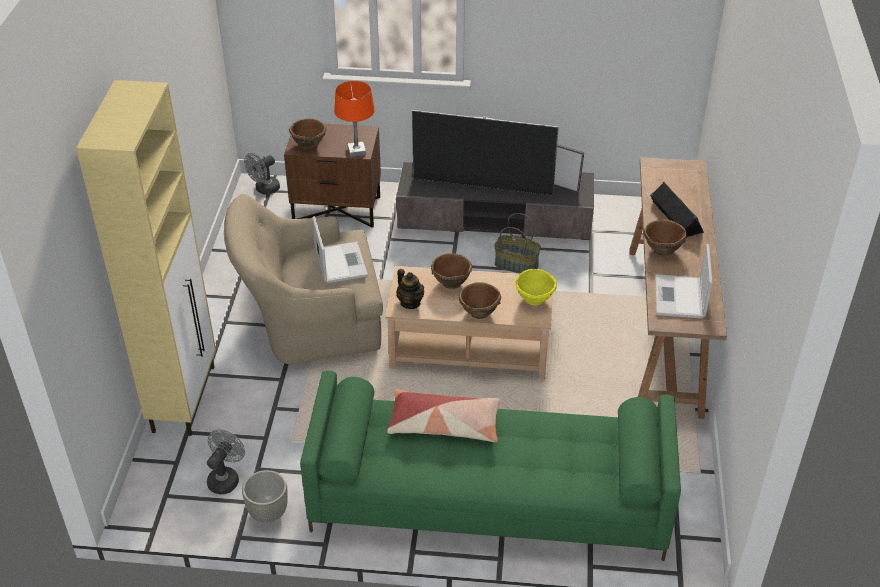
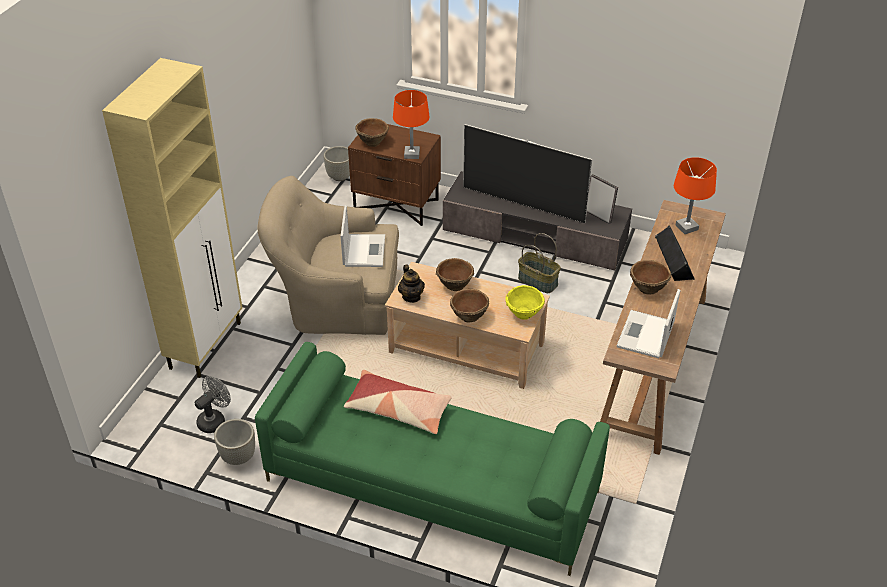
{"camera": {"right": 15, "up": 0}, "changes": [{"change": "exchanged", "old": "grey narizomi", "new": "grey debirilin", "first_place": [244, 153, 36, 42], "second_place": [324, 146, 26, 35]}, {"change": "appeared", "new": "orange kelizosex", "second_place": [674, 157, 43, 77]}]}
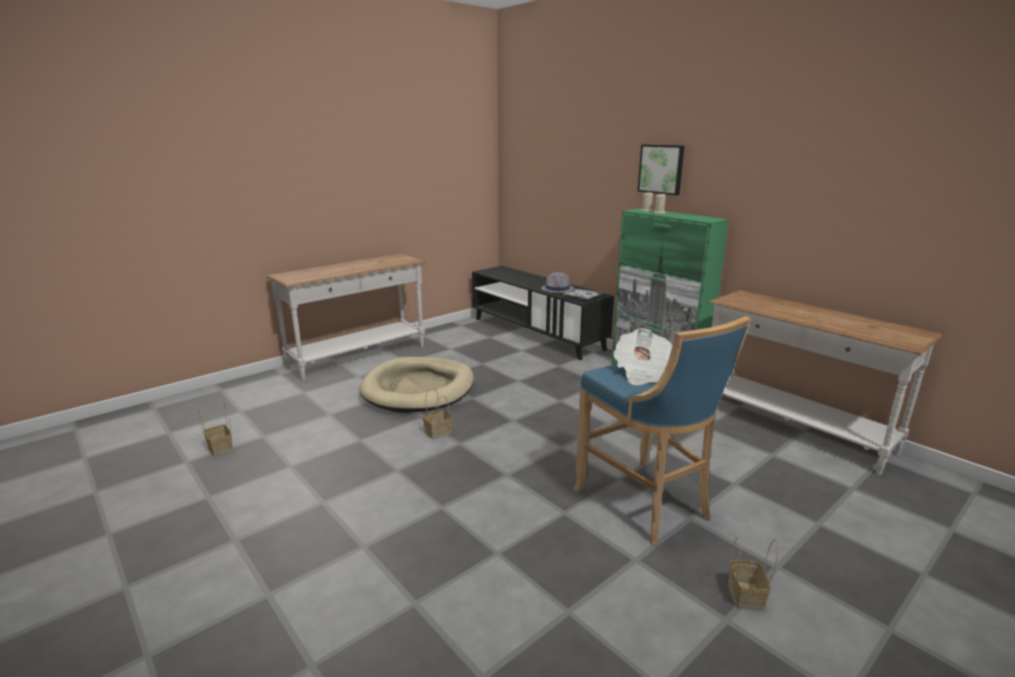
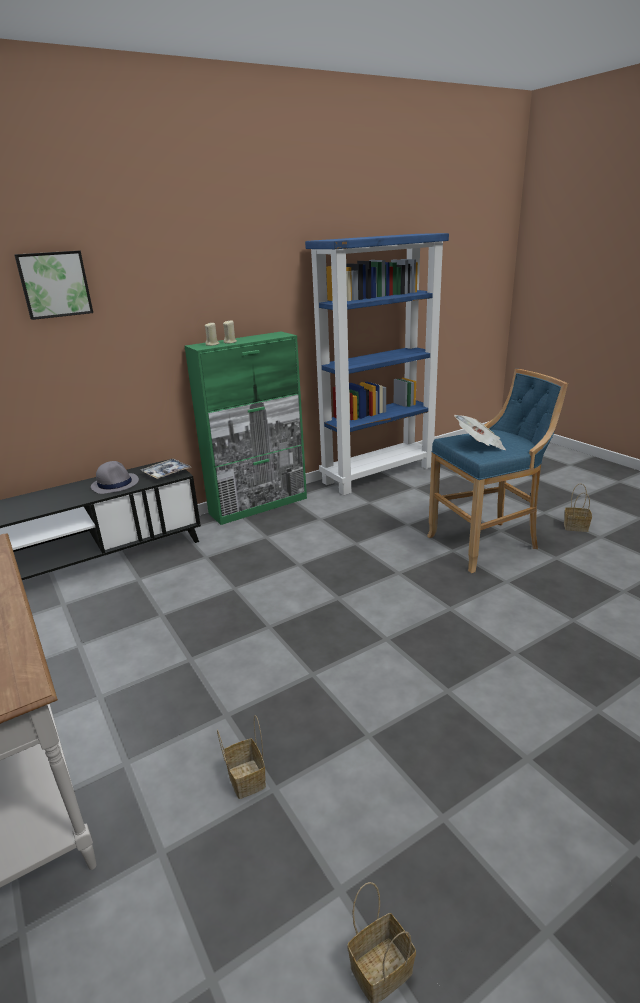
{"camera": {"right": -80, "up": 5}, "changes": [{"change": "relocated", "old": "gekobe", "first_place": [638, 144, 46, 51], "second_place": [14, 251, 79, 69]}, {"change": "relocated", "old": "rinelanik", "first_place": [423, 387, 30, 52], "second_place": [217, 715, 49, 84]}, {"change": "exchanged", "old": "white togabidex", "new": "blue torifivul", "first_place": [708, 290, 235, 186], "second_place": [305, 233, 144, 262]}, {"change": "missing", "old": "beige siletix", "first_place": [359, 357, 115, 56]}]}
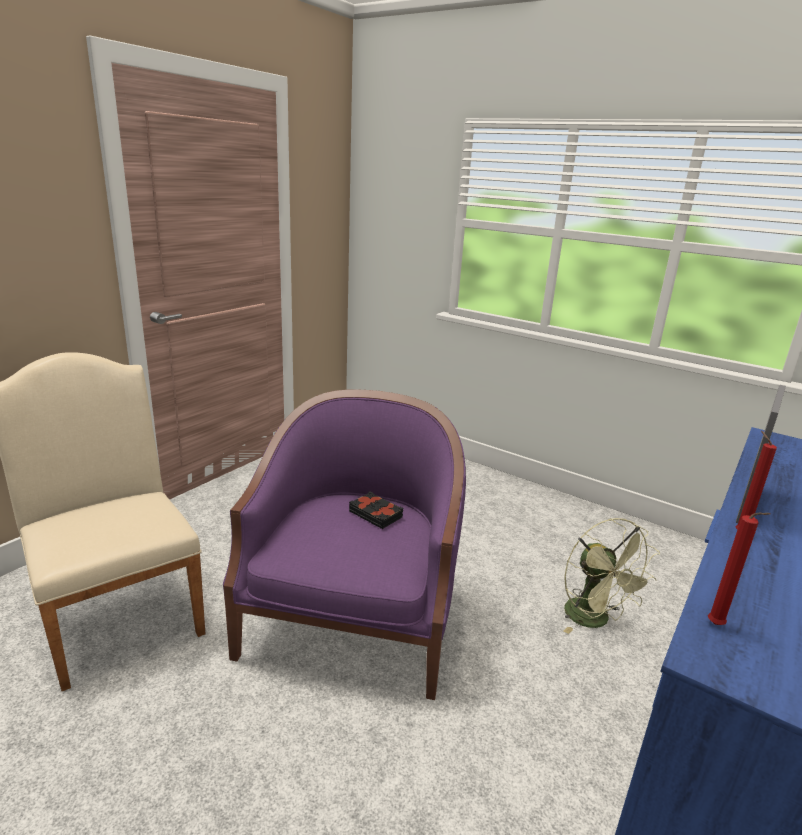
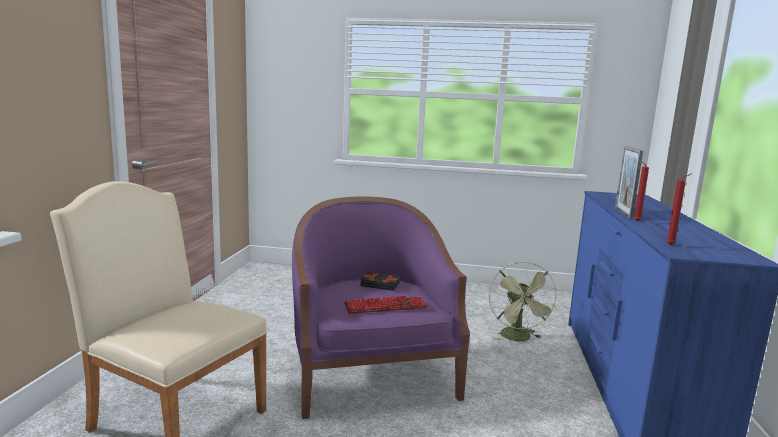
{"camera": {"right": -25, "up": -10}, "changes": [{"change": "appeared", "new": "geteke", "second_place": [344, 296, 83, 18]}, {"change": "spun", "old": "green narizomi", "first_place": [564, 518, 96, 116], "second_place": [488, 261, 71, 80], "degrees": 45}]}
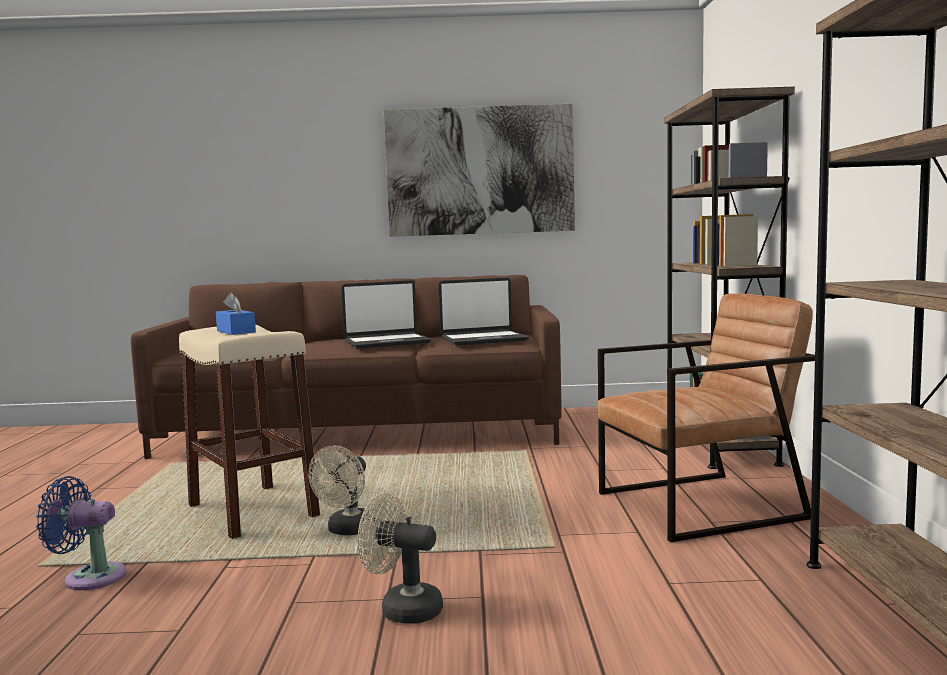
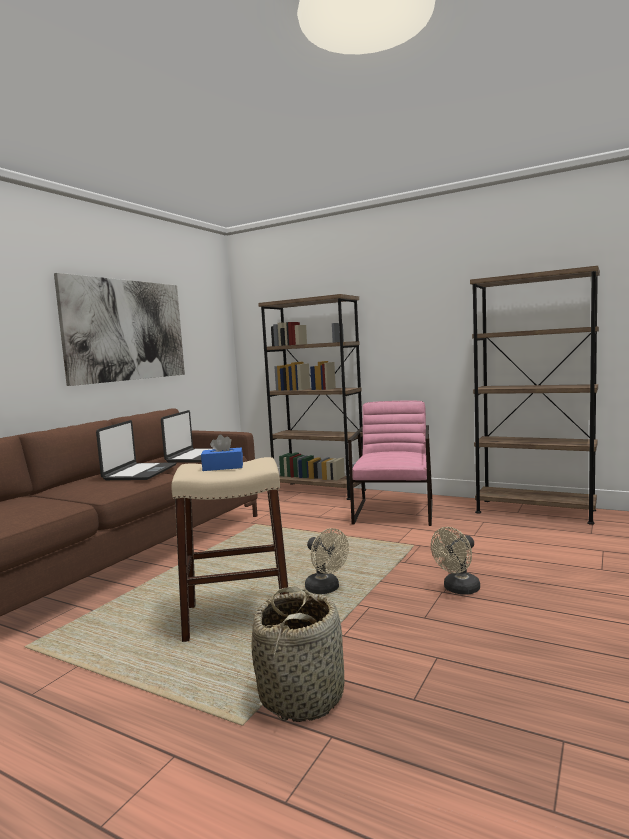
{"camera": {"right": -60, "up": 0}, "changes": [{"change": "exchanged", "old": "blue narizomi", "new": "rinelanik", "first_place": [36, 476, 91, 114], "second_place": [252, 586, 92, 136]}, {"change": "colour", "old": "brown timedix", "new": "pink timedix", "first_place": [598, 293, 217, 249], "second_place": [348, 400, 85, 126]}]}
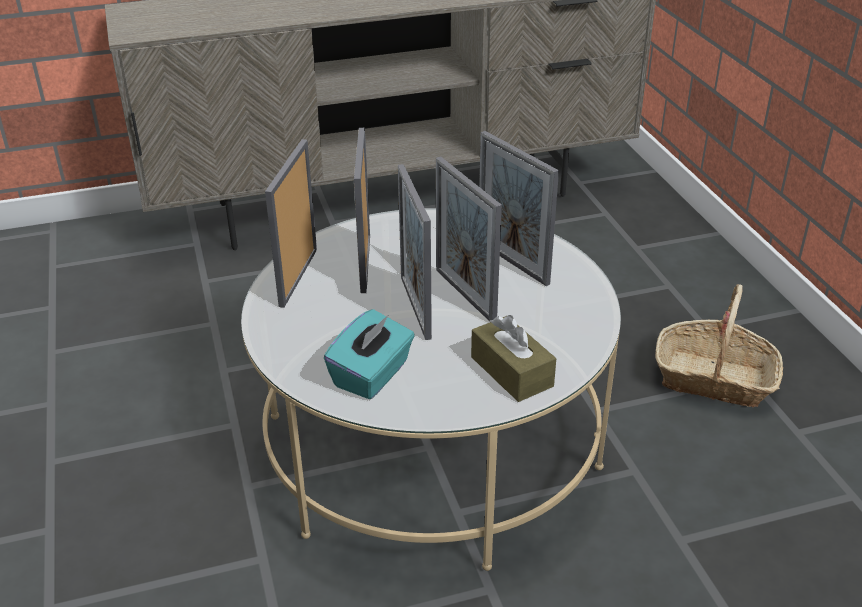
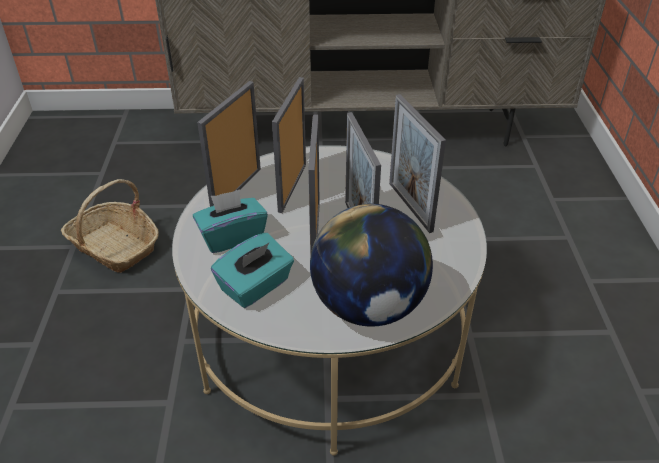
{"camera": {"right": 15, "up": 5}, "changes": [{"change": "relocated", "old": "rinelanik", "first_place": [656, 284, 127, 123], "second_place": [61, 179, 97, 94]}, {"change": "appeared", "new": "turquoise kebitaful", "second_place": [193, 189, 75, 64]}, {"change": "exchanged", "old": "brown kebitaful", "new": "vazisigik", "first_place": [471, 315, 85, 87], "second_place": [310, 204, 123, 123]}]}
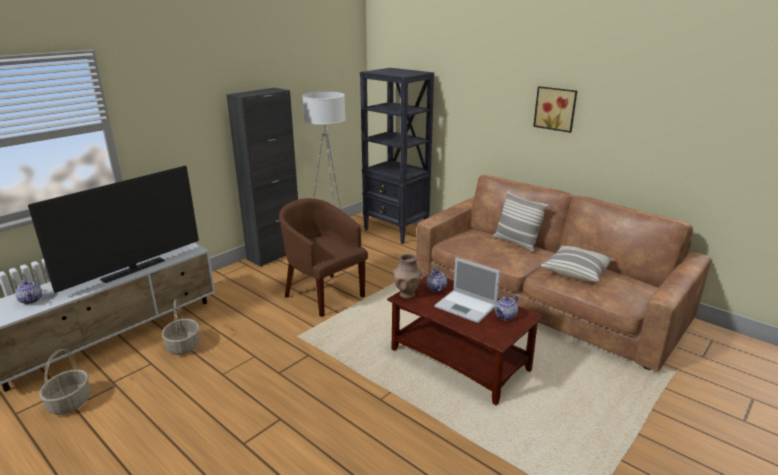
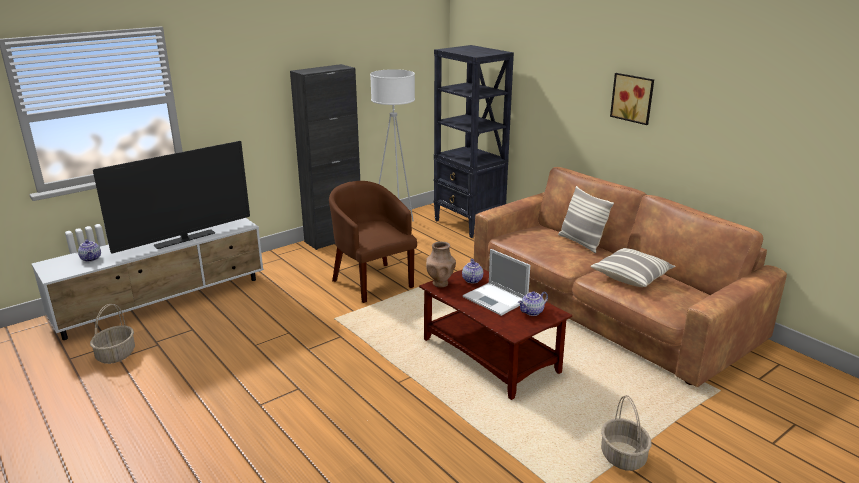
{"camera": {"right": 10, "up": 0}, "changes": [{"change": "relocated", "old": "rinelanik", "first_place": [162, 299, 38, 56], "second_place": [601, 395, 50, 76]}]}
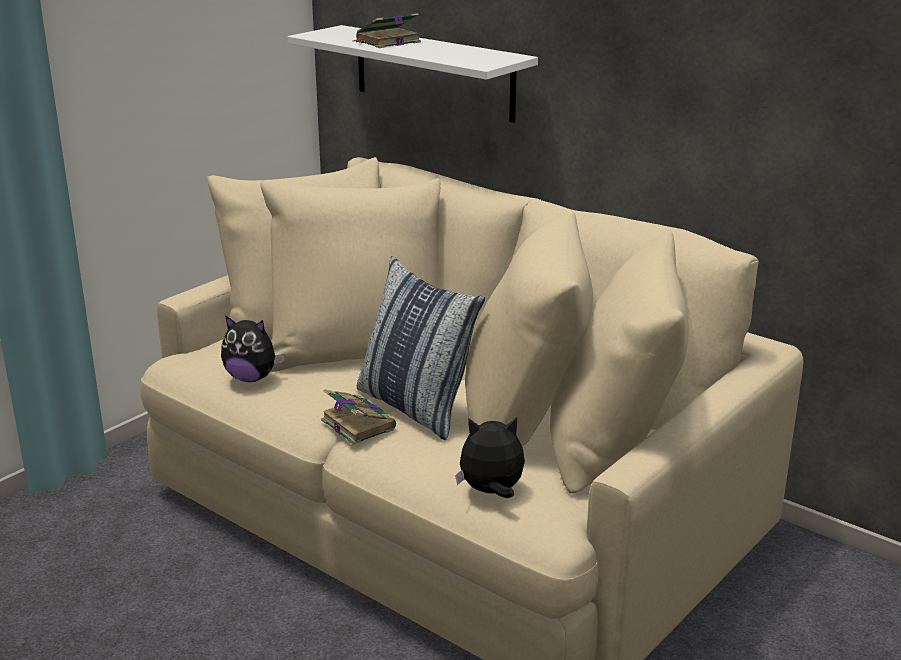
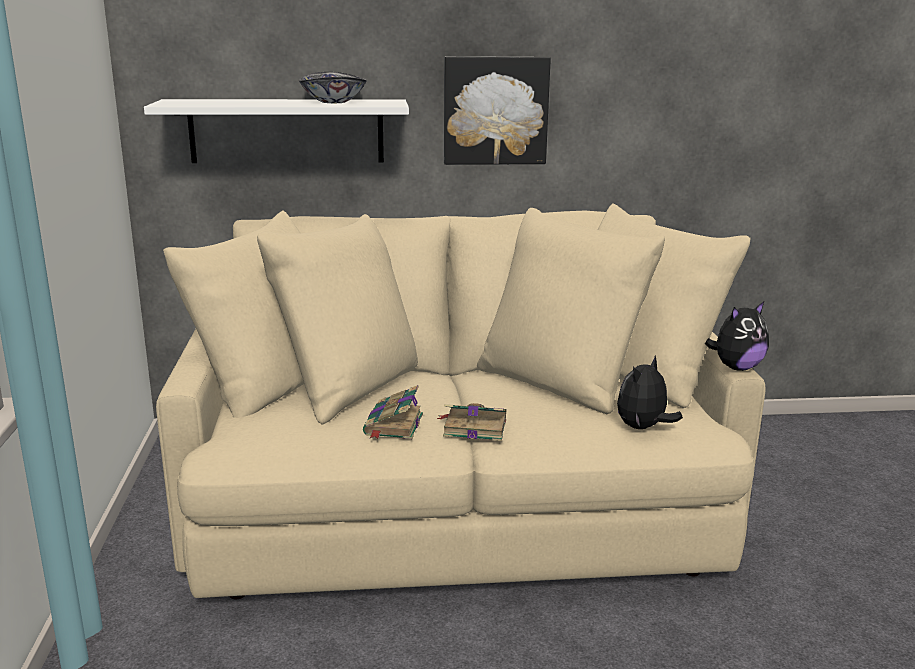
{"camera": {"right": -45, "up": -5}, "changes": [{"change": "appeared", "new": "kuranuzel", "second_place": [299, 72, 68, 31]}, {"change": "relocated", "old": "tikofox", "first_place": [353, 13, 68, 35], "second_place": [363, 385, 60, 54]}, {"change": "appeared", "new": "gekobe", "second_place": [444, 56, 107, 109]}, {"change": "relocated", "old": "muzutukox", "first_place": [221, 315, 63, 67], "second_place": [705, 301, 64, 70]}, {"change": "missing", "old": "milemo", "first_place": [357, 256, 128, 184]}]}
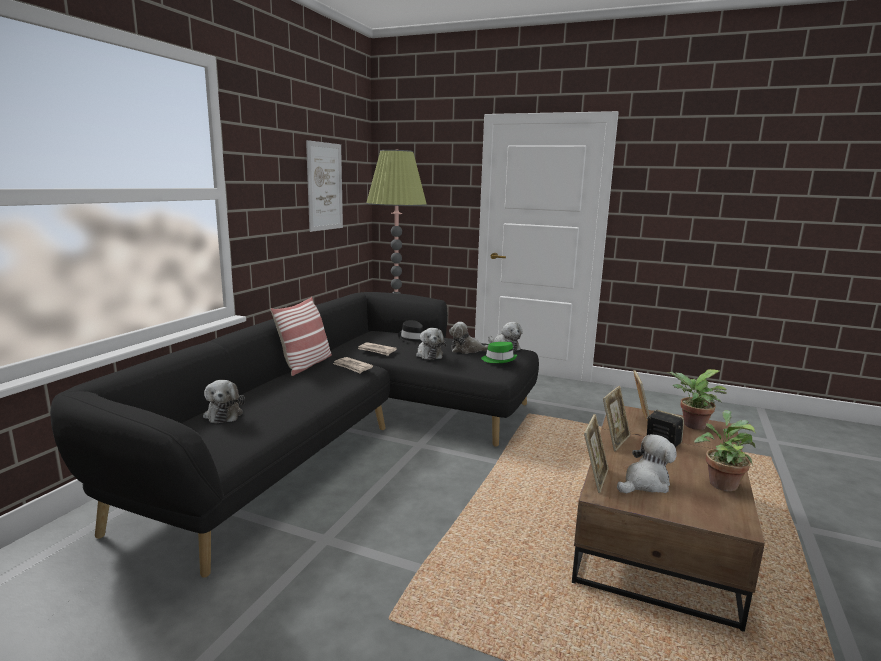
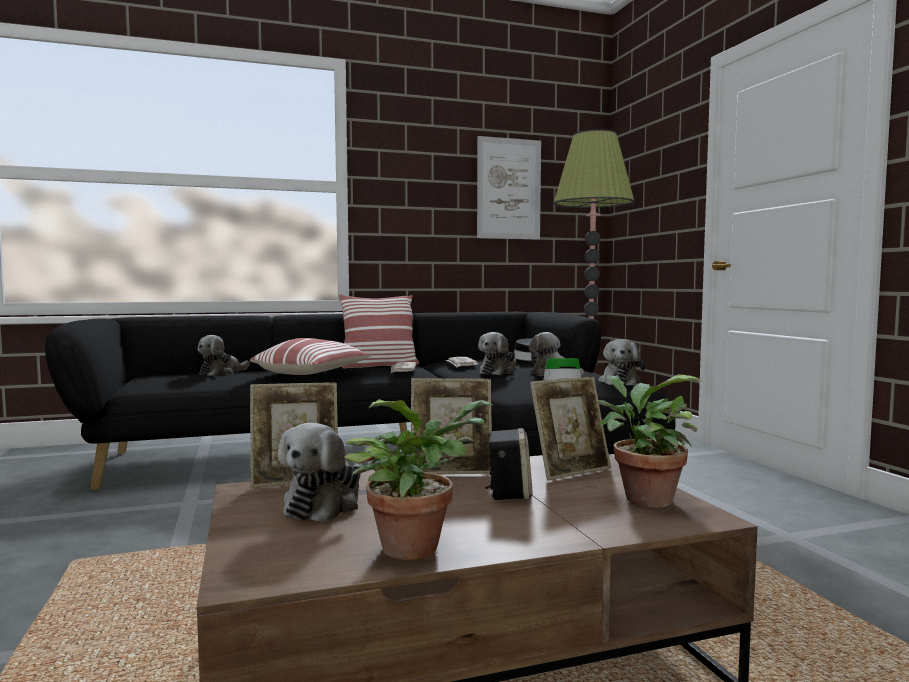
{"camera": {"right": 50, "up": -10}, "changes": [{"change": "appeared", "new": "milemo", "second_place": [250, 338, 122, 37]}, {"change": "spun", "old": "muzutukox", "first_place": [617, 434, 60, 59], "second_place": [278, 423, 83, 99], "degrees": 90}]}
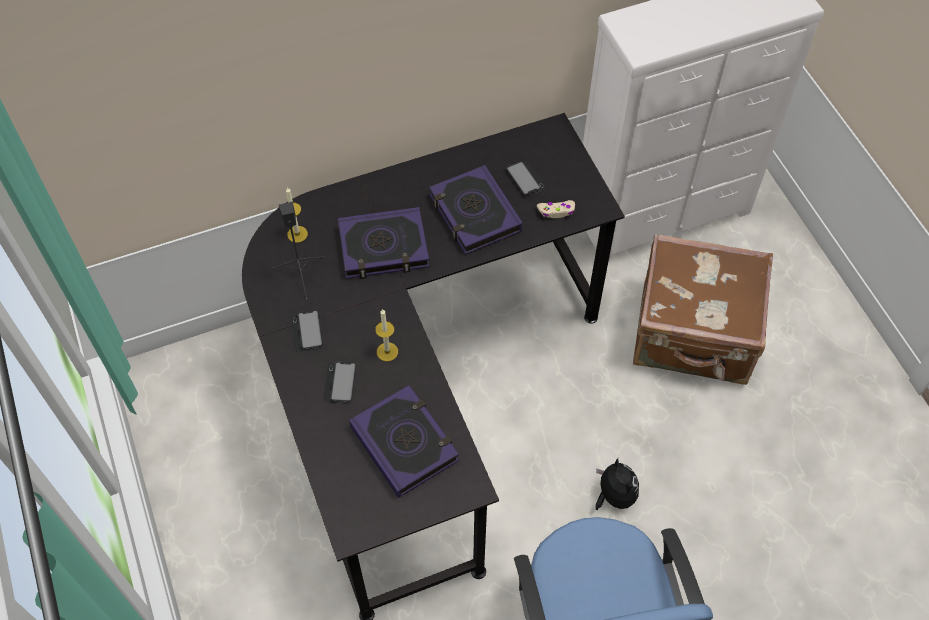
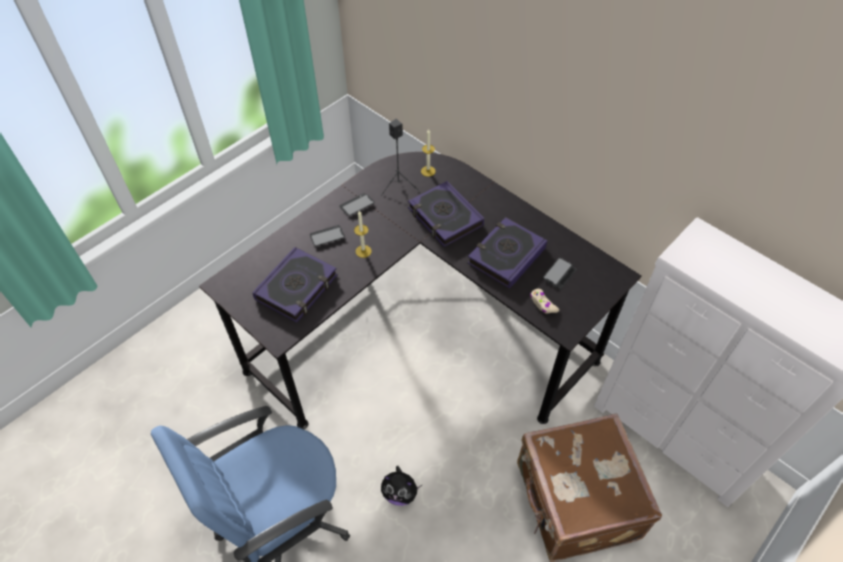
{"camera": {"right": 65, "up": -5}, "changes": [{"change": "spun", "old": "muzutukox", "first_place": [595, 458, 44, 52], "second_place": [381, 466, 42, 40], "degrees": 60}]}
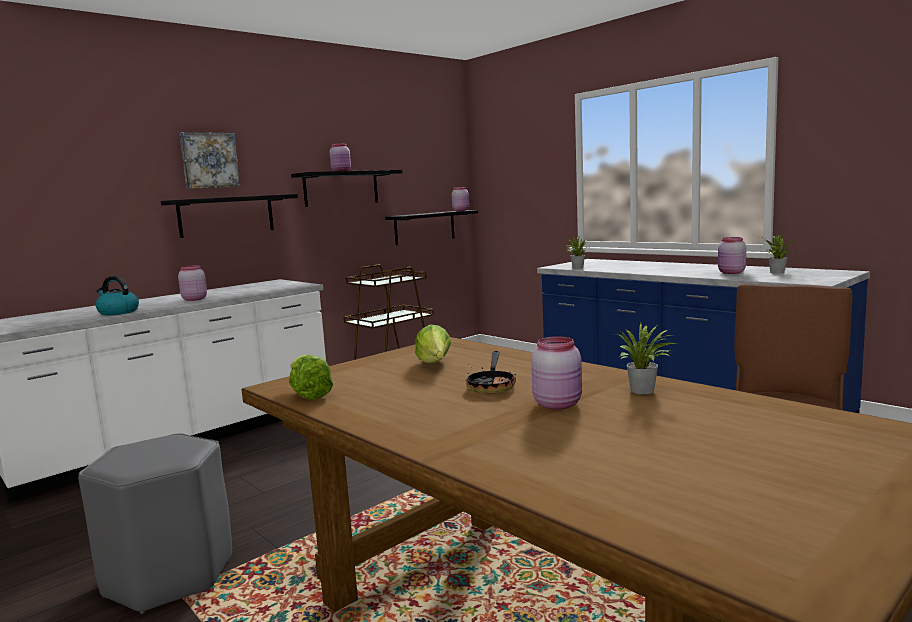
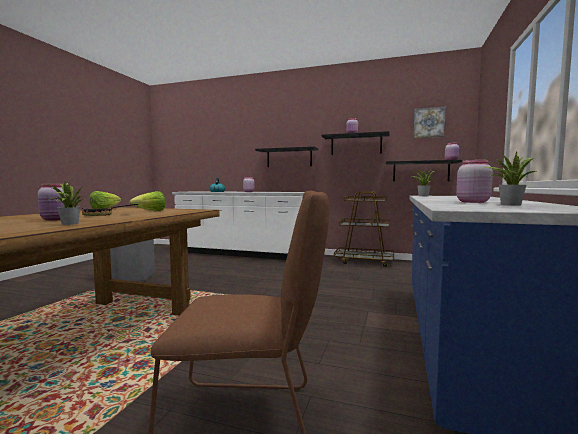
{"camera": {"right": 60, "up": -5}, "changes": [{"change": "relocated", "old": "gekobe", "first_place": [179, 132, 62, 57], "second_place": [413, 107, 33, 31]}]}
